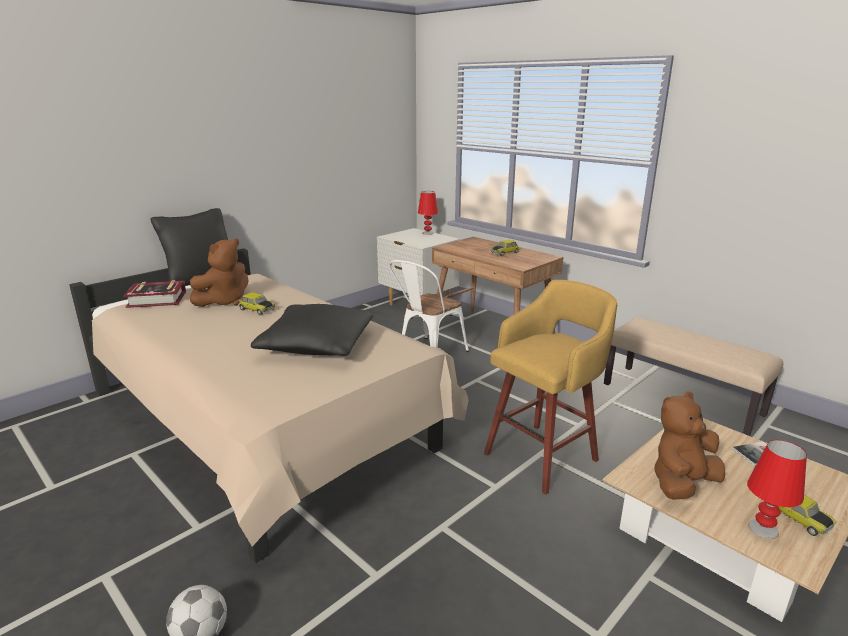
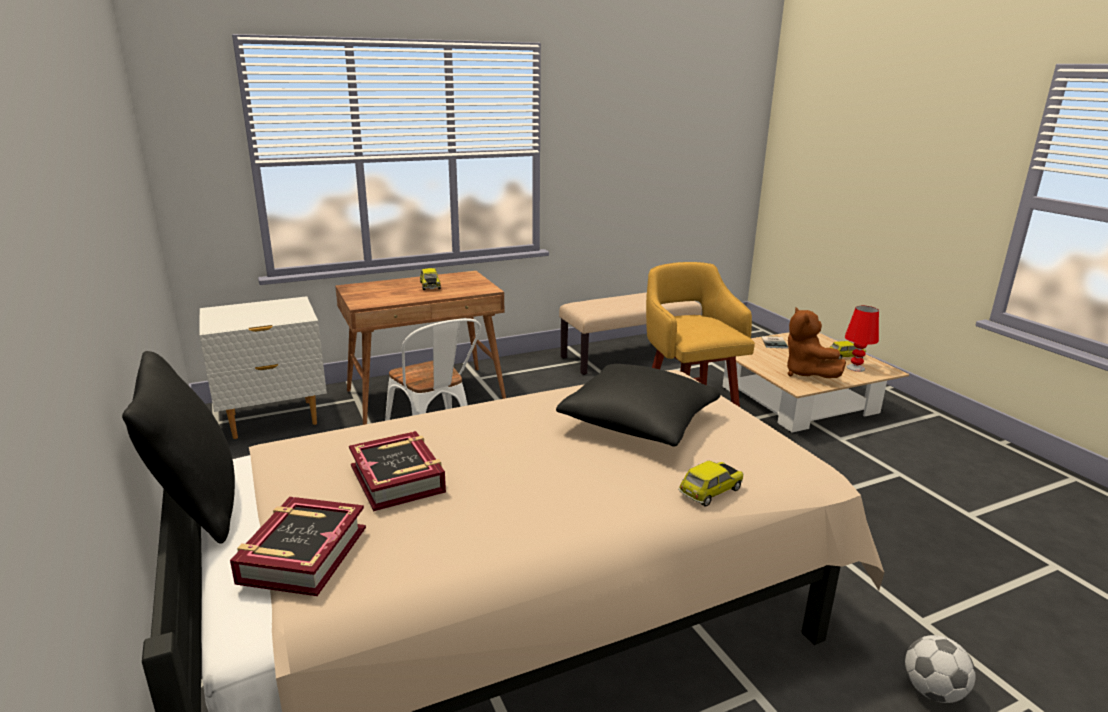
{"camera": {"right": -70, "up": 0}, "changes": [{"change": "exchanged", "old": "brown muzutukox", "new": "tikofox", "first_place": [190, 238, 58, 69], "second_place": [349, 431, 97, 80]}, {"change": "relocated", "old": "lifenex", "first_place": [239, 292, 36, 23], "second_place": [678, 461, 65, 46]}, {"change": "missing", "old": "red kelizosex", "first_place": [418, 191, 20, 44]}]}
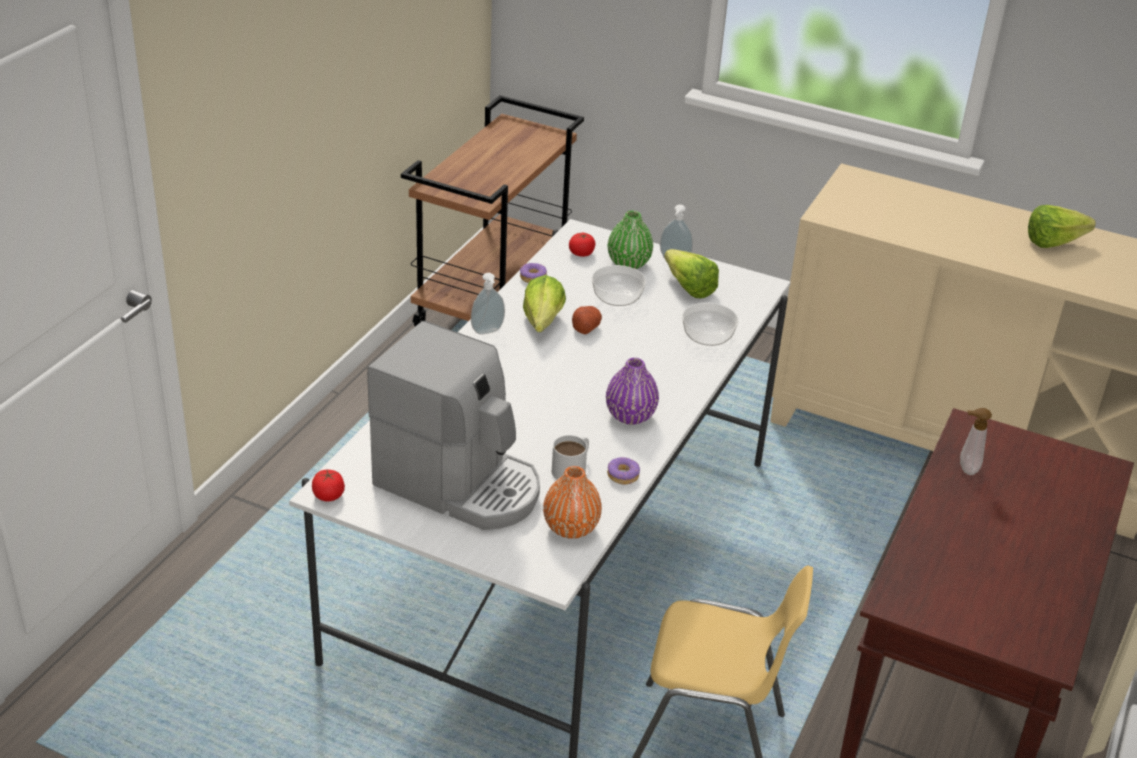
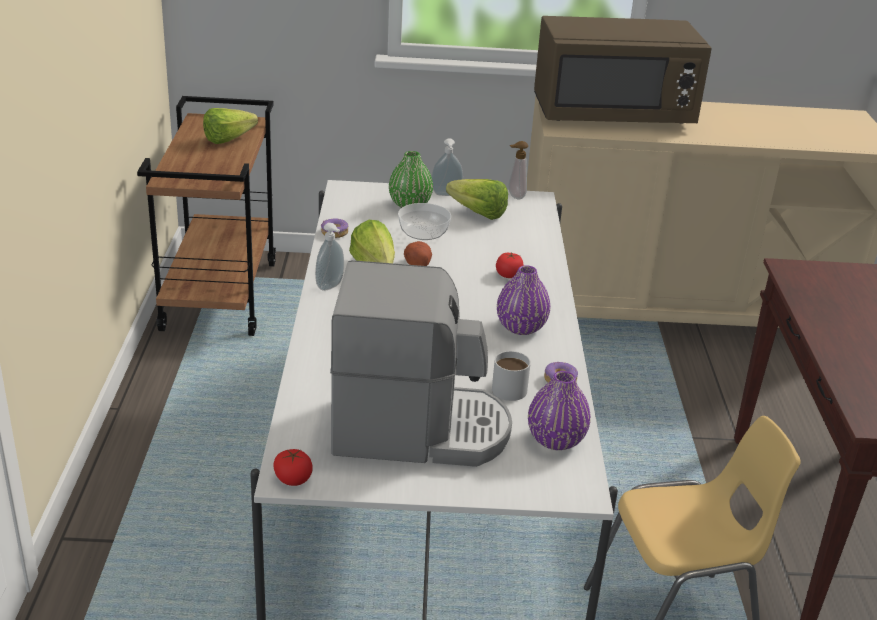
{"camera": {"right": -25, "up": -5}, "changes": [{"change": "relocated", "old": "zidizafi", "first_place": [1028, 205, 68, 43], "second_place": [203, 108, 55, 36]}, {"change": "relocated", "old": "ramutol", "first_place": [569, 233, 26, 24], "second_place": [496, 253, 28, 25]}, {"change": "relocated", "old": "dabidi", "first_place": [960, 408, 32, 67], "second_place": [508, 141, 20, 58]}, {"change": "colour", "old": "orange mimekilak", "new": "purple mimekilak", "first_place": [543, 466, 59, 73], "second_place": [528, 371, 63, 79]}, {"change": "appeared", "new": "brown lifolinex", "second_place": [534, 16, 178, 108]}, {"change": "missing", "old": "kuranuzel", "first_place": [682, 303, 56, 43]}]}
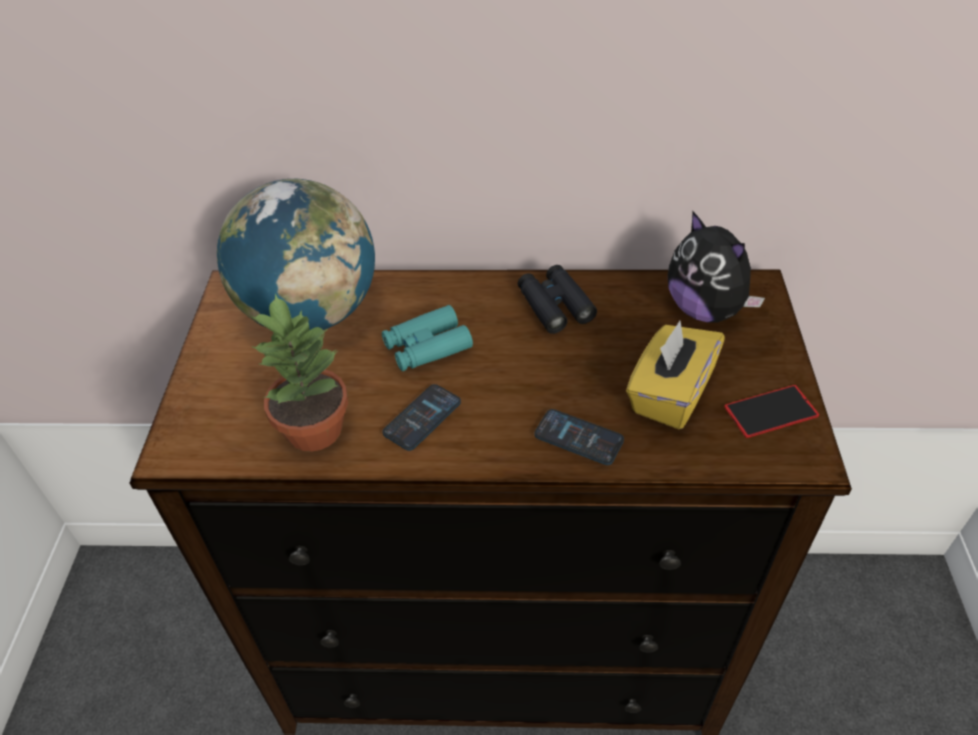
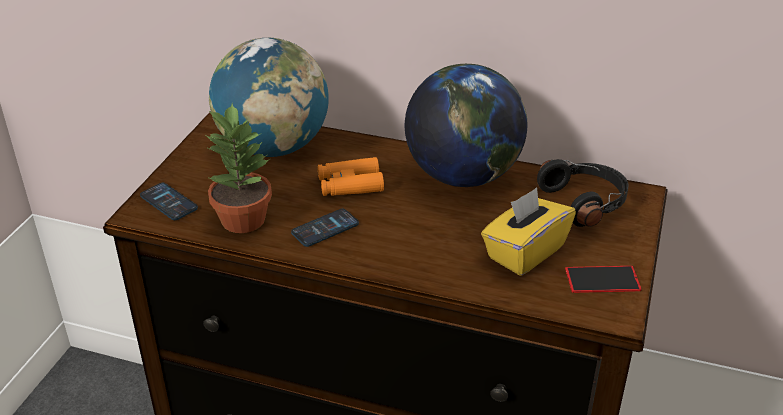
{"camera": {"right": 15, "up": -10}, "changes": [{"change": "relocated", "old": "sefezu", "first_place": [534, 409, 90, 56], "second_place": [140, 183, 58, 37]}, {"change": "colour", "old": "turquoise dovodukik", "new": "orange dovodukik", "first_place": [382, 305, 91, 66], "second_place": [318, 157, 66, 39]}, {"change": "exchanged", "old": "black dovodukik", "new": "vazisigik", "first_place": [518, 265, 79, 69], "second_place": [405, 64, 122, 123]}, {"change": "exchanged", "old": "muzutukox", "new": "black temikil", "first_place": [668, 211, 97, 111], "second_place": [537, 159, 91, 68]}]}
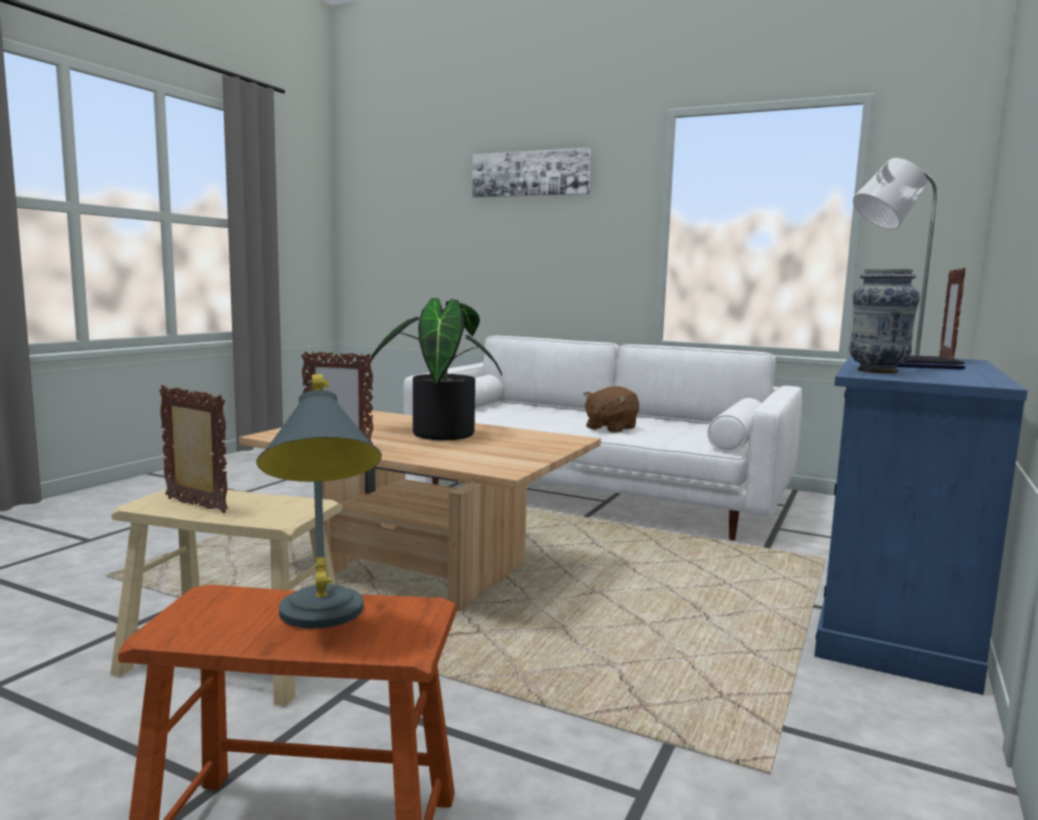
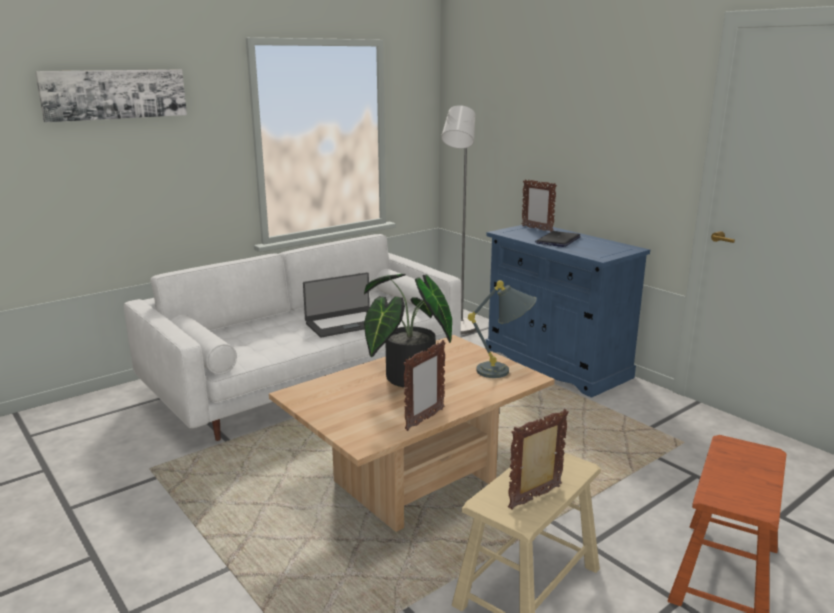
{"camera": {"right": -65, "up": 10}, "changes": [{"change": "exchanged", "old": "brown muzutukox", "new": "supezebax", "first_place": [584, 386, 55, 47], "second_place": [303, 272, 67, 66]}, {"change": "relocated", "old": "grey kelizosex", "first_place": [257, 374, 125, 255], "second_place": [468, 280, 69, 98]}, {"change": "missing", "old": "mimekilak", "first_place": [849, 268, 71, 105]}]}
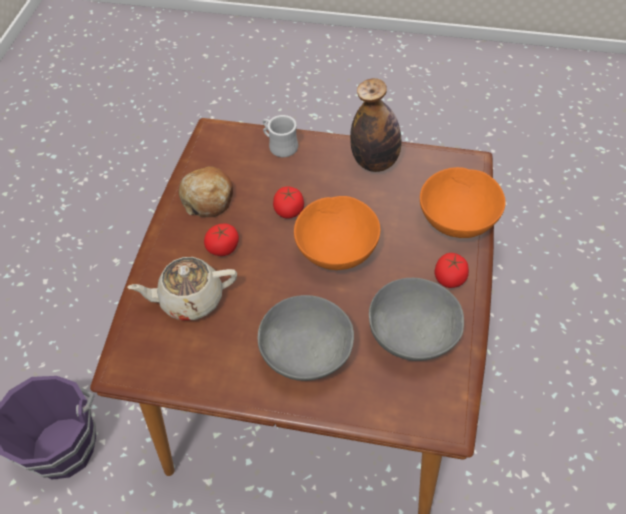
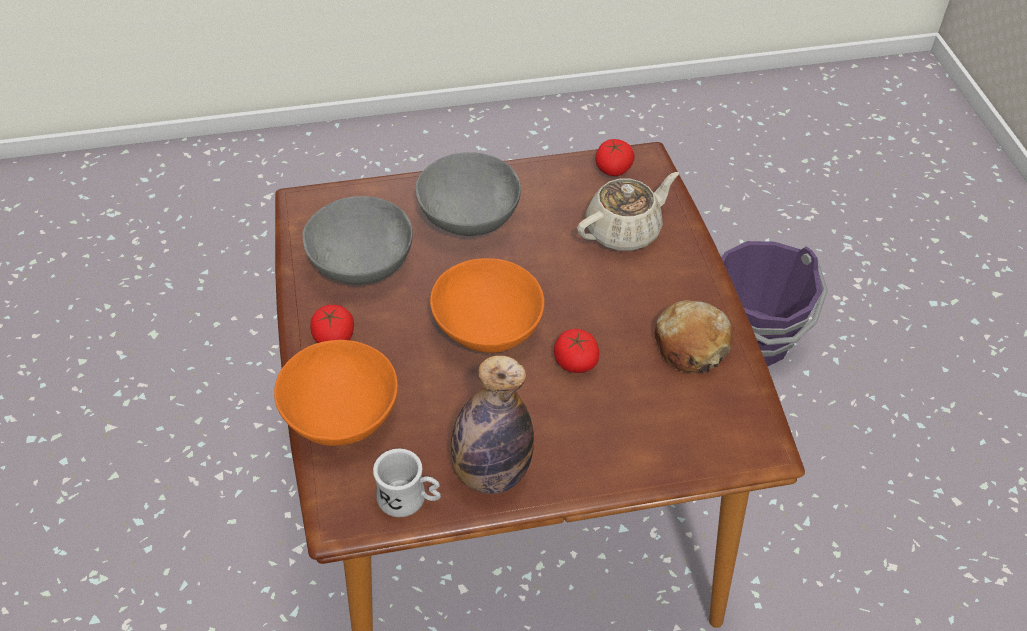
{"camera": {"right": 155, "up": -5}, "changes": [{"change": "relocated", "old": "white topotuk", "first_place": [262, 115, 36, 42], "second_place": [373, 448, 68, 69]}, {"change": "relocated", "old": "ramutol", "first_place": [204, 223, 35, 33], "second_place": [595, 139, 40, 37]}]}
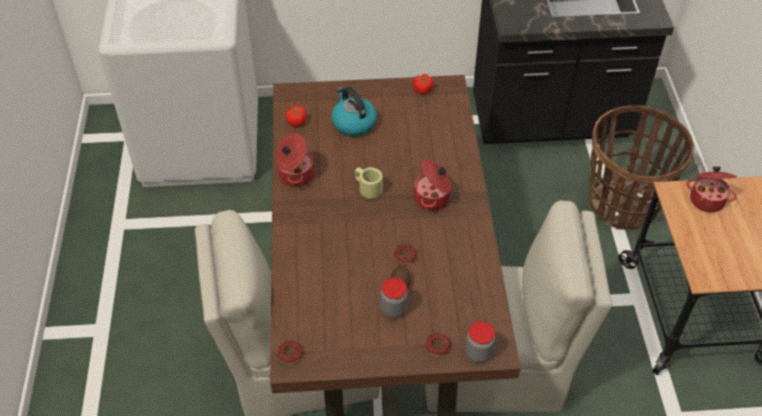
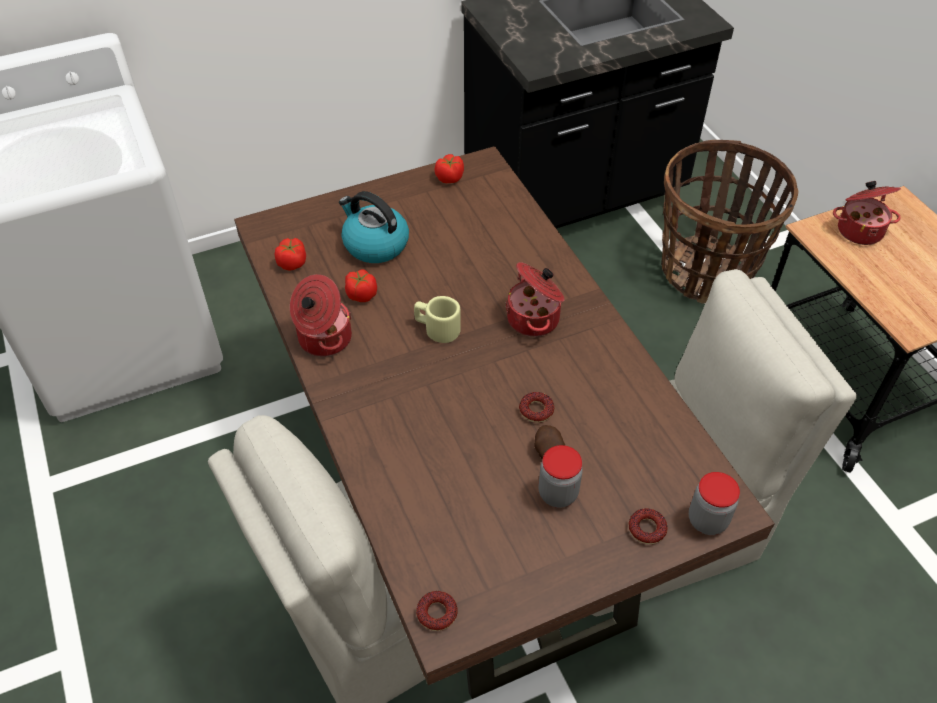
{"camera": {"right": -20, "up": 0}, "changes": [{"change": "appeared", "new": "ramutol", "second_place": [345, 269, 32, 33]}]}
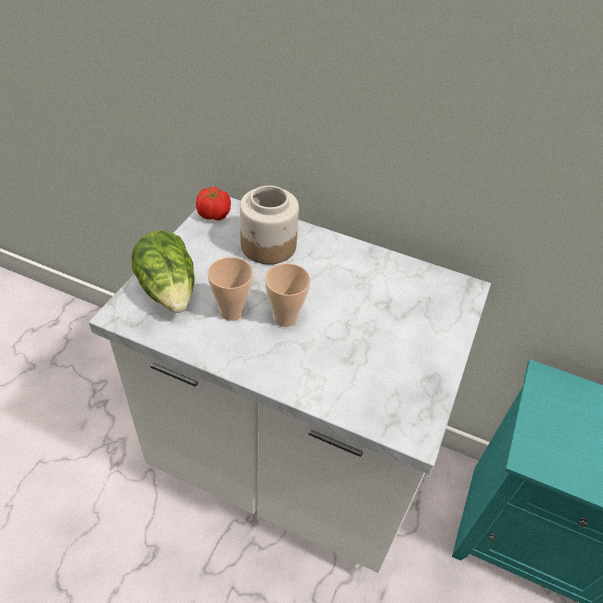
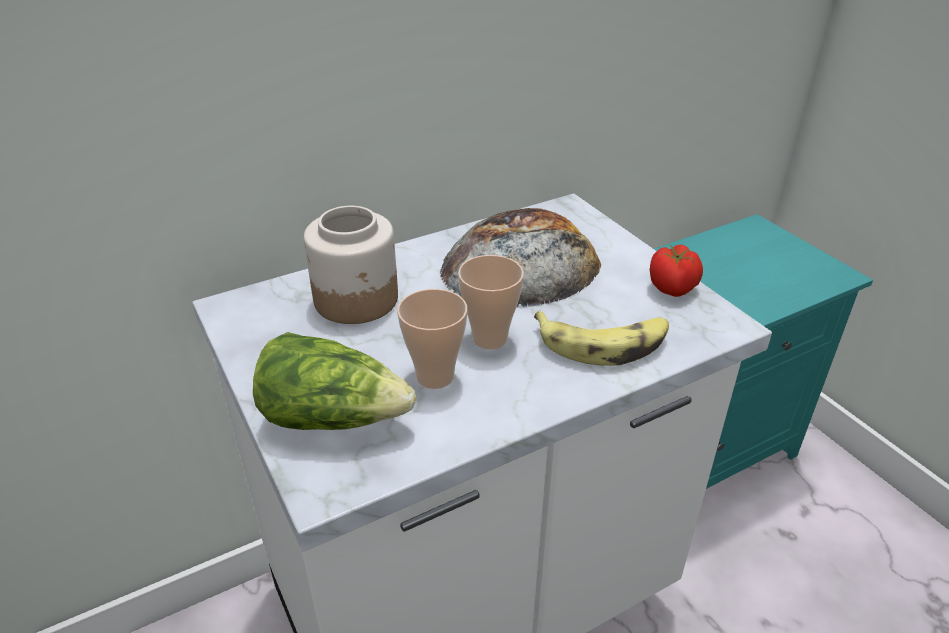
{"camera": {"right": -50, "up": -10}, "changes": [{"change": "appeared", "new": "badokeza", "second_place": [440, 208, 161, 100]}, {"change": "appeared", "new": "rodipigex", "second_place": [534, 311, 135, 55]}, {"change": "relocated", "old": "ramutol", "first_place": [196, 187, 35, 33], "second_place": [650, 245, 53, 52]}]}
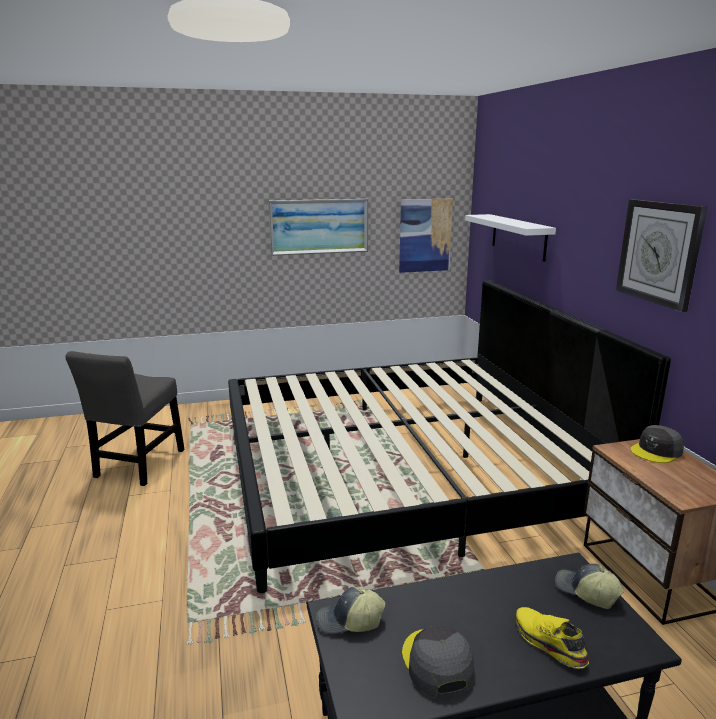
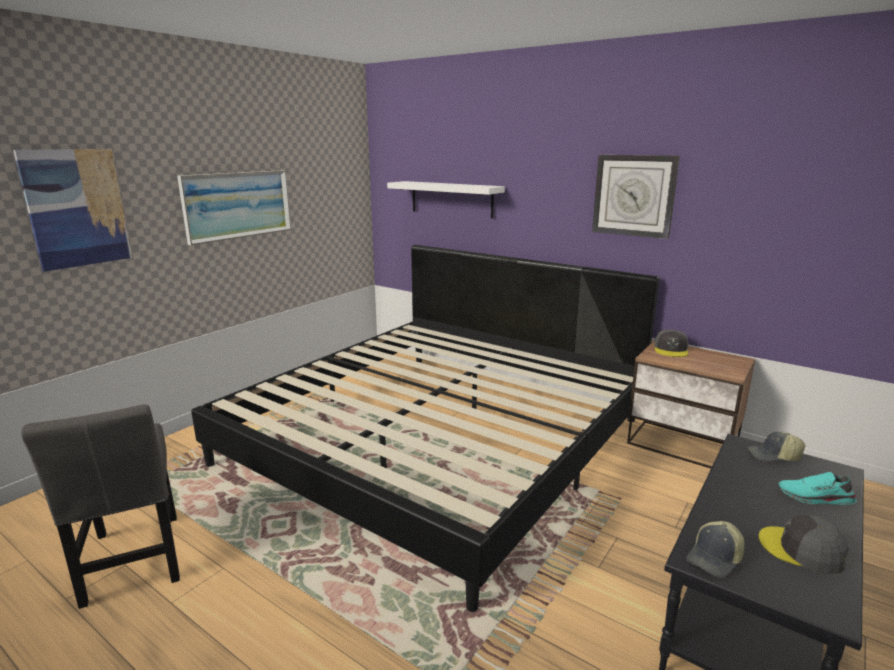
{"camera": {"right": -40, "up": 0}, "changes": [{"change": "relocated", "old": "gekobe", "first_place": [399, 198, 54, 75], "second_place": [13, 149, 119, 123]}, {"change": "colour", "old": "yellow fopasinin", "new": "turquoise fopasinin", "first_place": [516, 607, 73, 61], "second_place": [779, 472, 78, 33]}]}
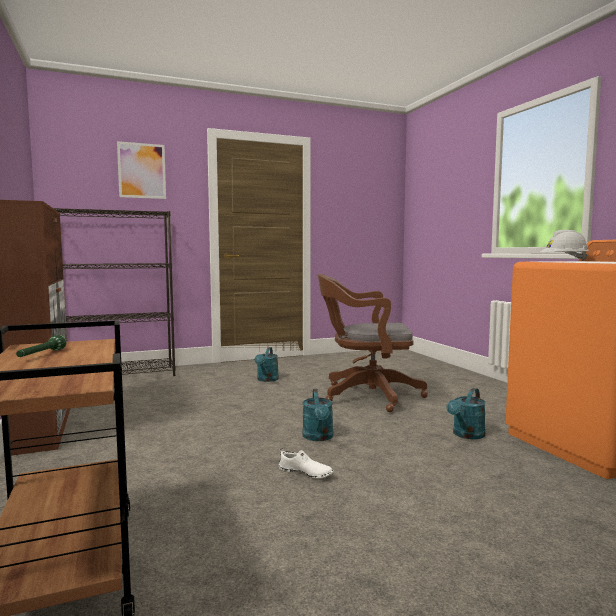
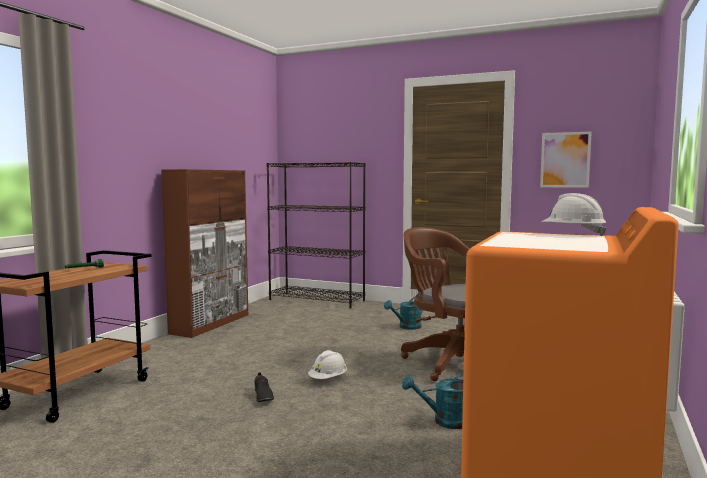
{"camera": {"right": 45, "up": 0}, "changes": [{"change": "colour", "old": "white fopasinin", "new": "black fopasinin", "first_place": [279, 448, 55, 30], "second_place": [254, 372, 20, 30]}, {"change": "exchanged", "old": "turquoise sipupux", "new": "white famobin", "first_place": [302, 389, 31, 52], "second_place": [308, 350, 39, 29]}, {"change": "relocated", "old": "gekobe", "first_place": [117, 141, 49, 58], "second_place": [540, 132, 52, 56]}]}
